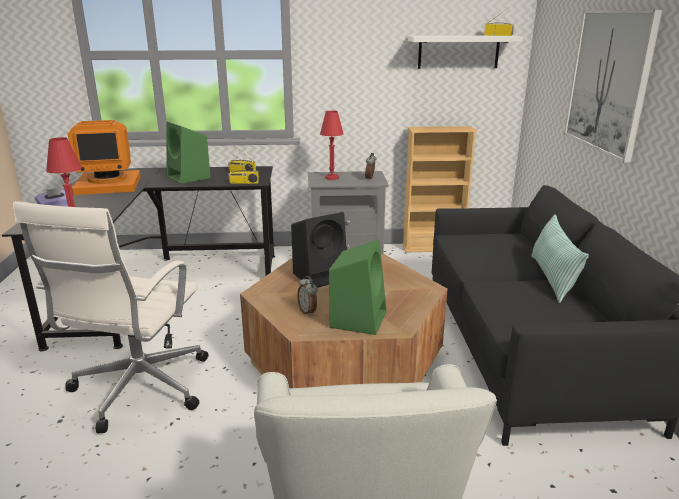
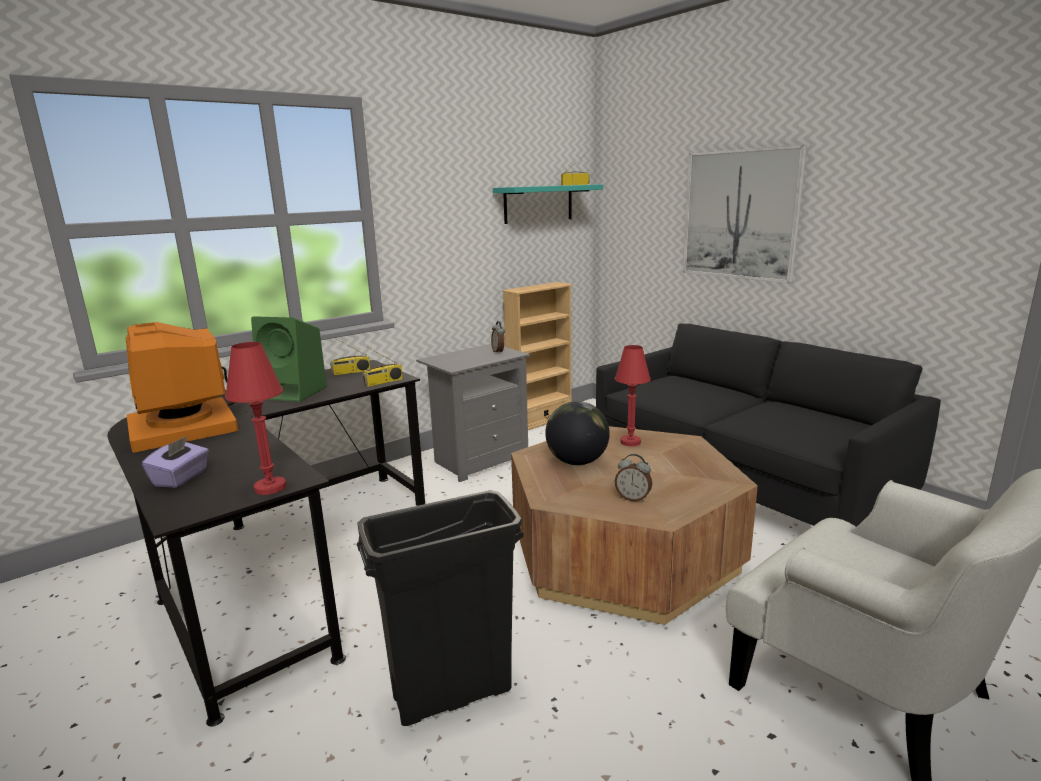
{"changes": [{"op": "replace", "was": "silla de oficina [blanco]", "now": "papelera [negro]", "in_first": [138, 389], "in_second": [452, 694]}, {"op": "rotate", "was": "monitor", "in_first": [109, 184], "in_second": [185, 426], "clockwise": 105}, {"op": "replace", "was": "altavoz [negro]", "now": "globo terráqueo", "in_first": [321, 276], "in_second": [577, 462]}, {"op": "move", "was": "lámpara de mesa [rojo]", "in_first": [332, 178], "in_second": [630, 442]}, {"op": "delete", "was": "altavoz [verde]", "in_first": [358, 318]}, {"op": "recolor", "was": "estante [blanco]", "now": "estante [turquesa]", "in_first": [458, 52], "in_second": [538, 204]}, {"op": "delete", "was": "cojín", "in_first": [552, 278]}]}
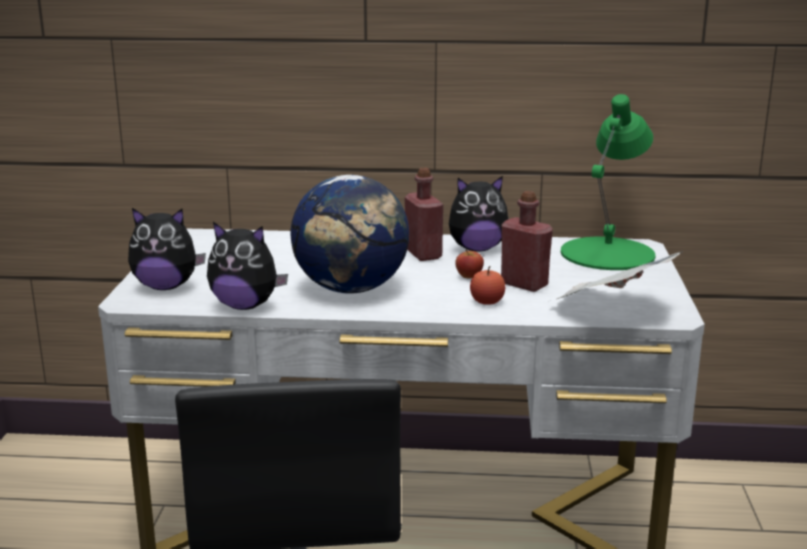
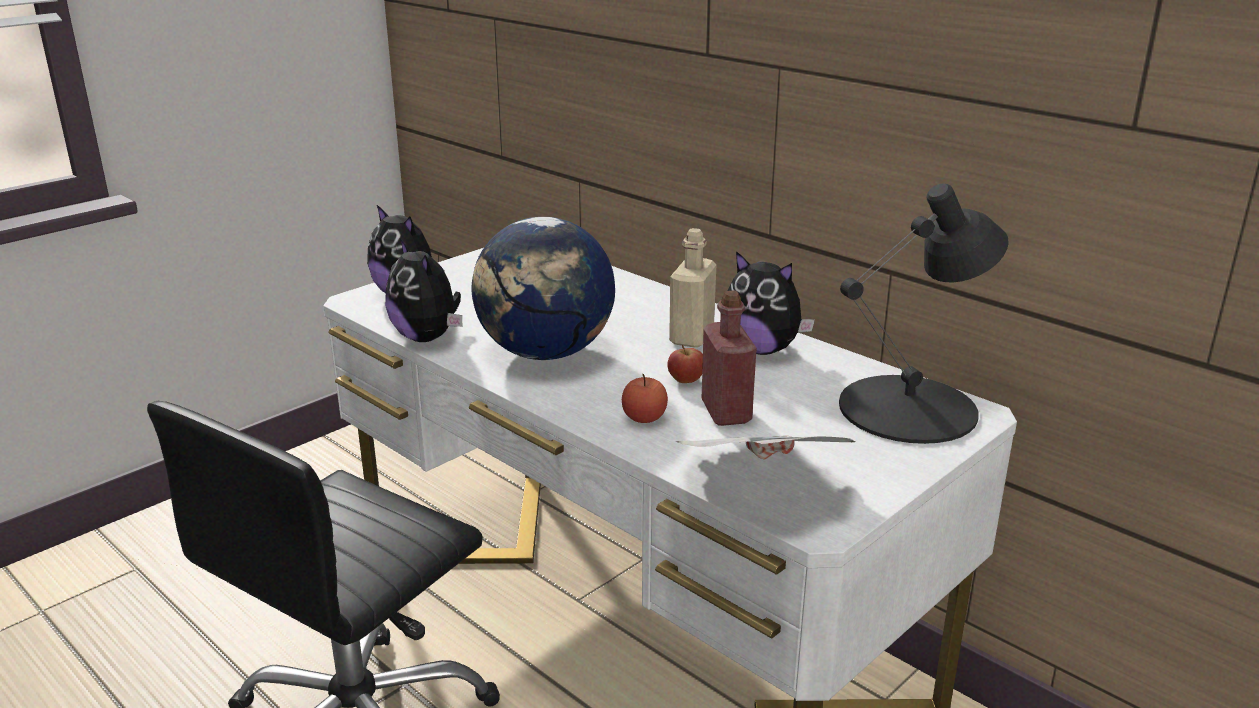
{"changes": [{"op": "recolor", "was": "botella [rojo]", "now": "botella [beis]", "in_first": [423, 254], "in_second": [691, 337]}, {"op": "recolor", "was": "lámpara de mesa [verde]", "now": "lámpara de mesa [negro]", "in_first": [608, 253], "in_second": [910, 409]}]}
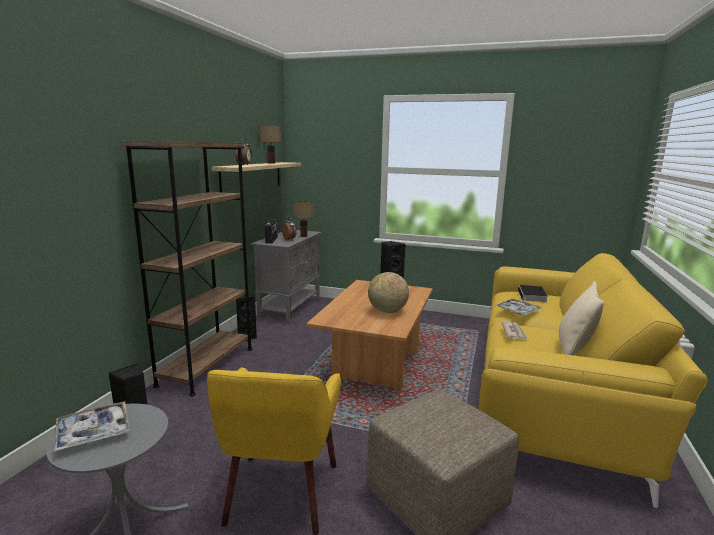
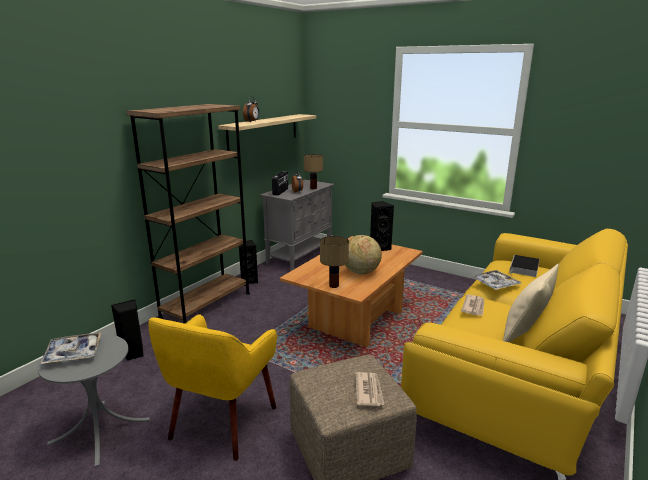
{"changes": [{"op": "move", "was": "lámpara de mesa", "in_first": [271, 163], "in_second": [334, 286]}, {"op": "insert", "now": "periódico", "in_second": [369, 390]}]}
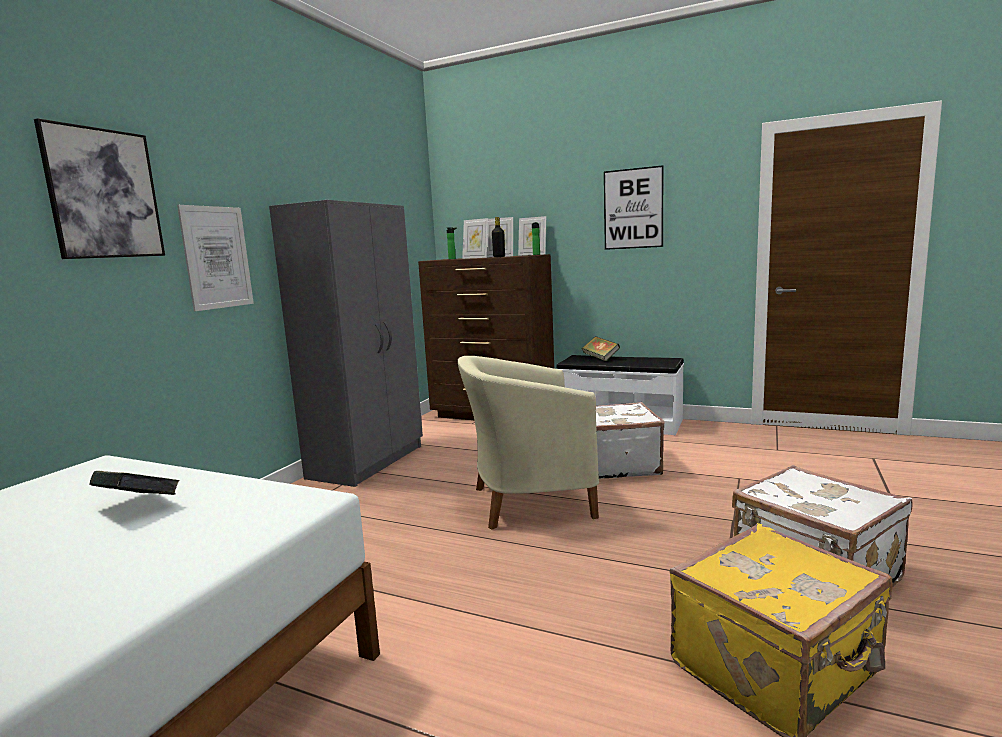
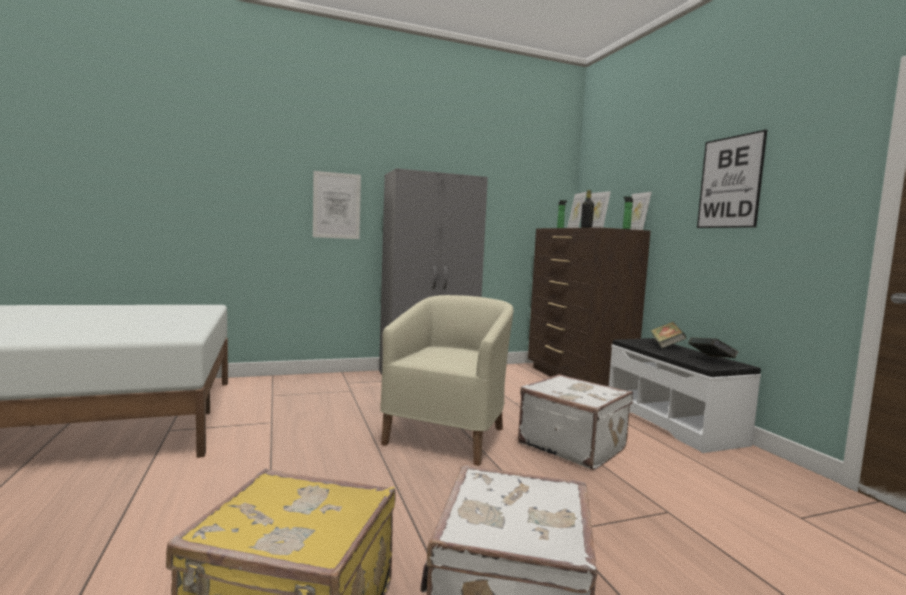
{"changes": [{"op": "delete", "was": "cuadro", "in_first": [103, 194]}, {"op": "move", "was": "libro", "in_first": [139, 506], "in_second": [711, 360]}, {"op": "rotate", "was": "sillón [beis]", "in_first": [528, 501], "in_second": [449, 435], "clockwise": 75}]}
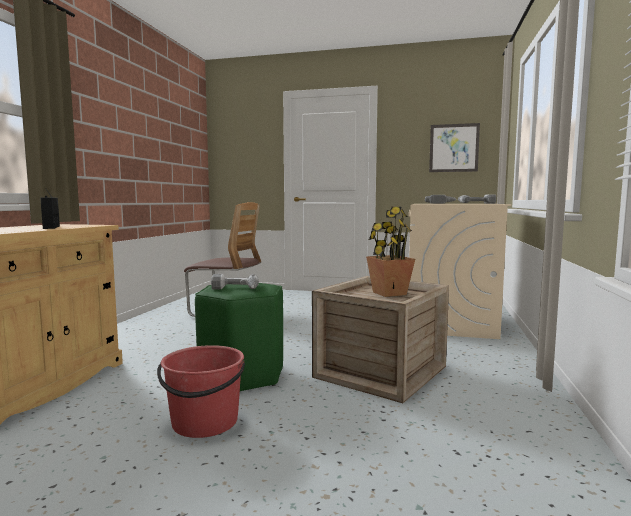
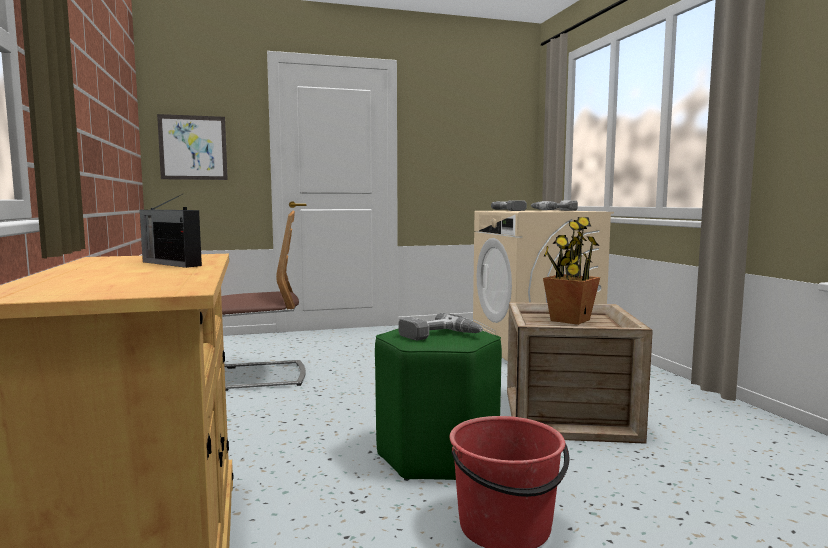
{"changes": [{"op": "move", "was": "cuadro", "in_first": [454, 148], "in_second": [193, 147]}]}
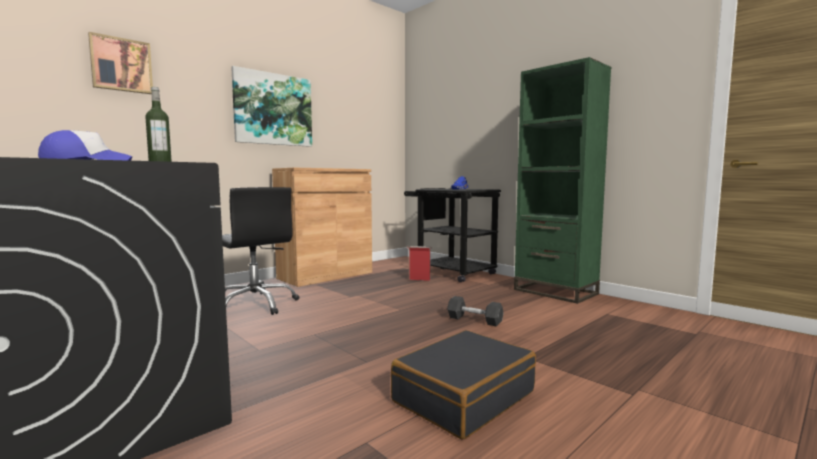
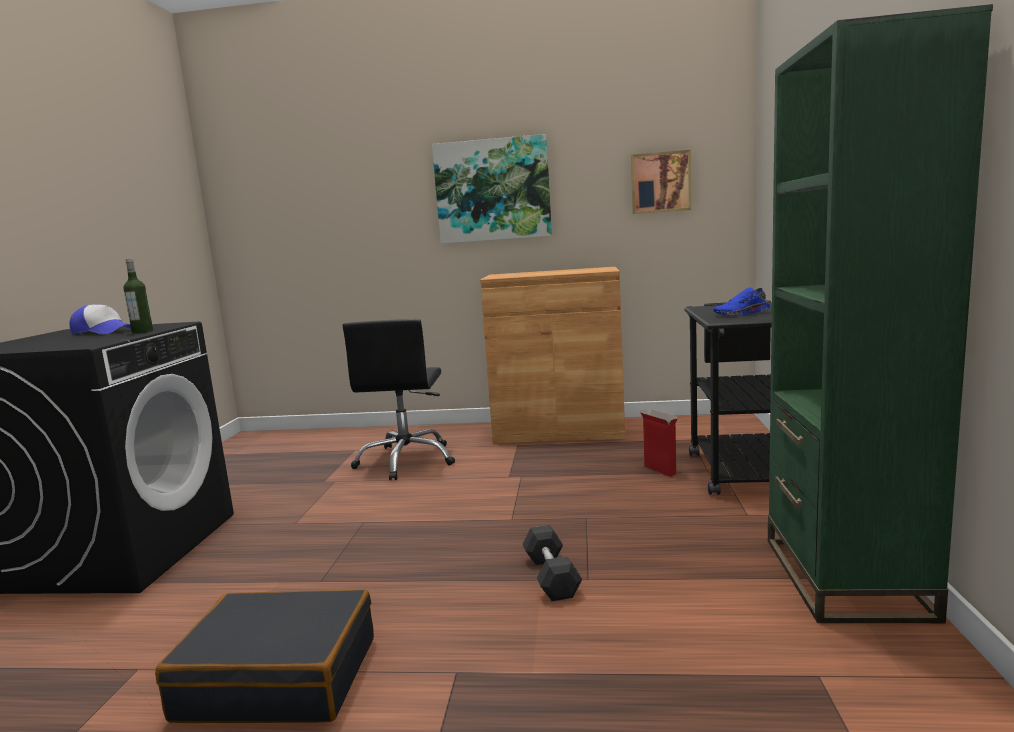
{"changes": [{"op": "move", "was": "cuadro", "in_first": [121, 65], "in_second": [660, 182]}]}
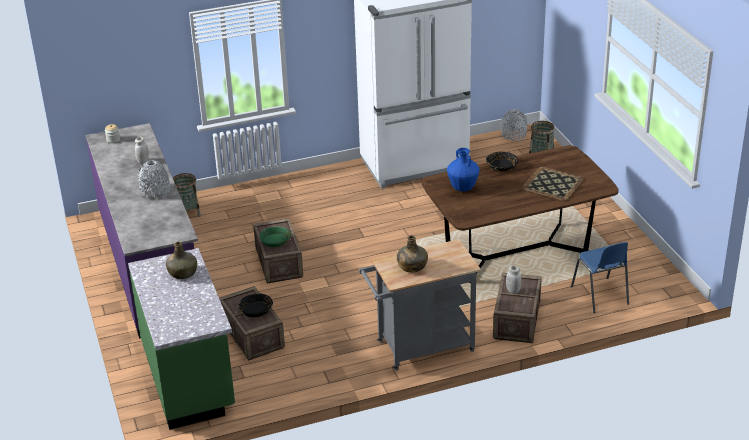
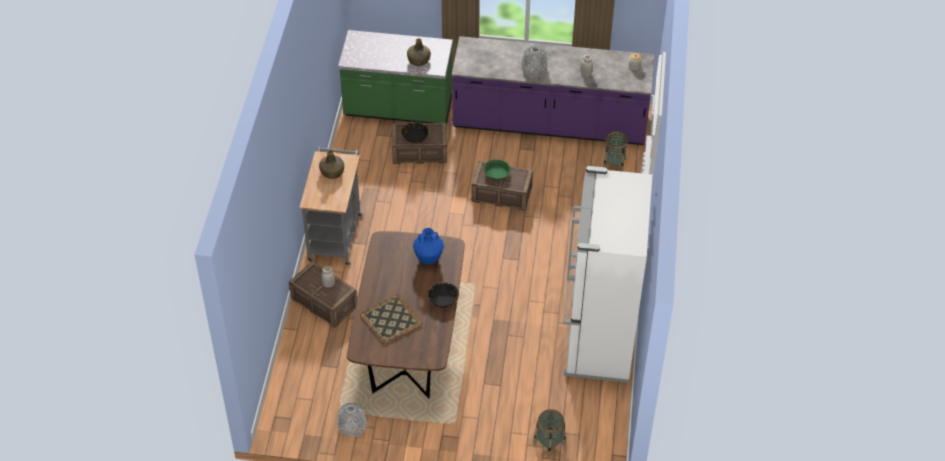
{"changes": [{"op": "move", "was": "florero [gris]", "in_first": [513, 135], "in_second": [352, 426]}, {"op": "delete", "was": "silla [azul]", "in_first": [600, 296]}]}
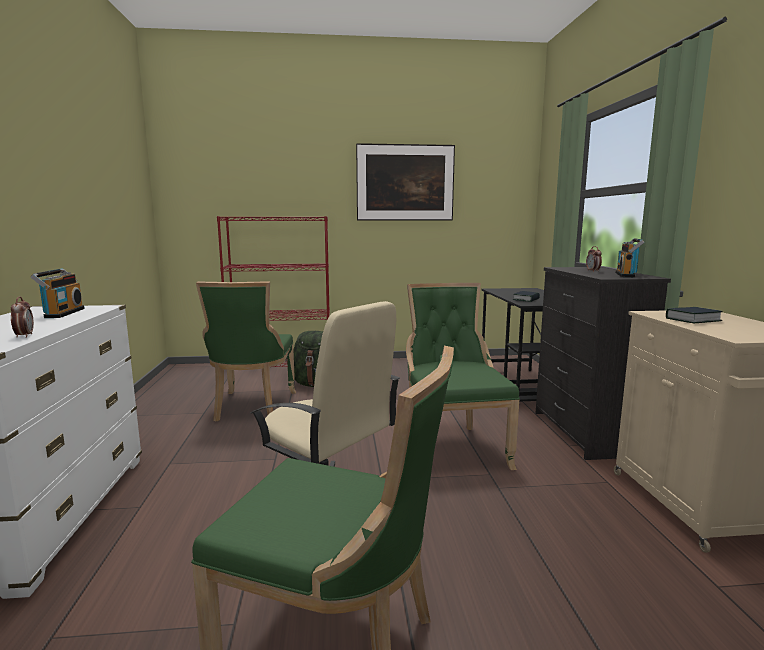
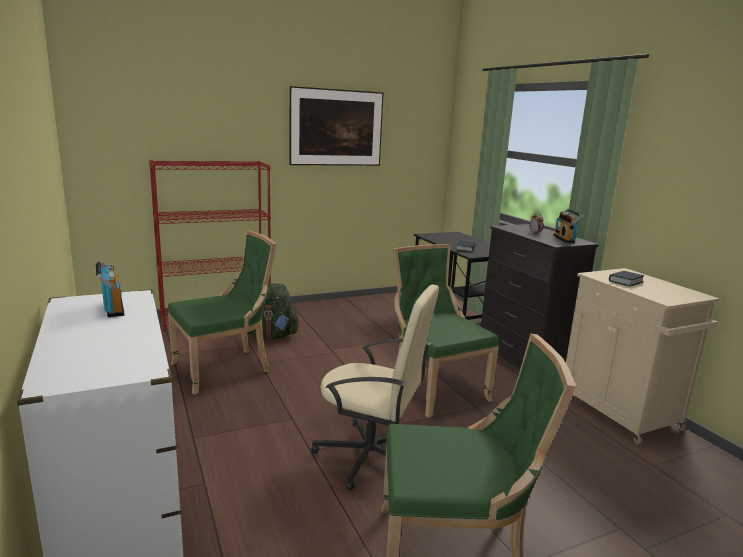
{"changes": [{"op": "delete", "was": "despertador", "in_first": [24, 336]}, {"op": "rotate", "was": "silla [verde]", "in_first": [252, 407], "in_second": [225, 368], "clockwise": -105}]}
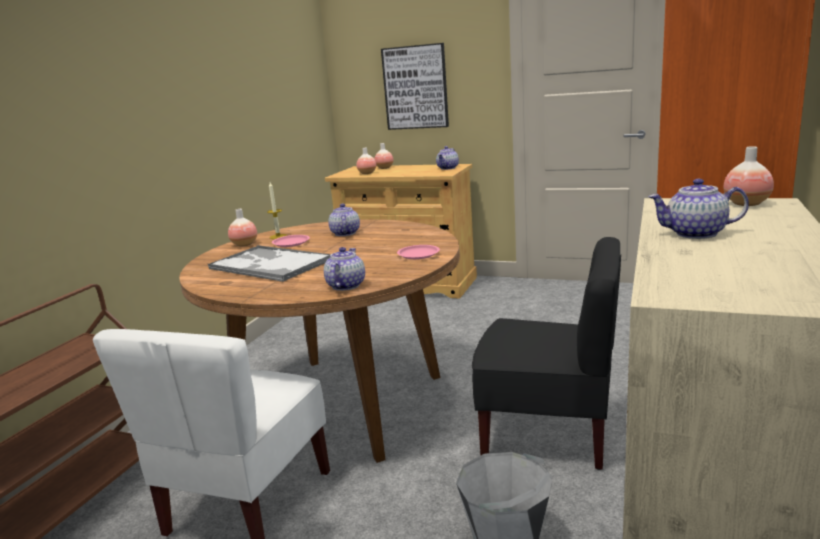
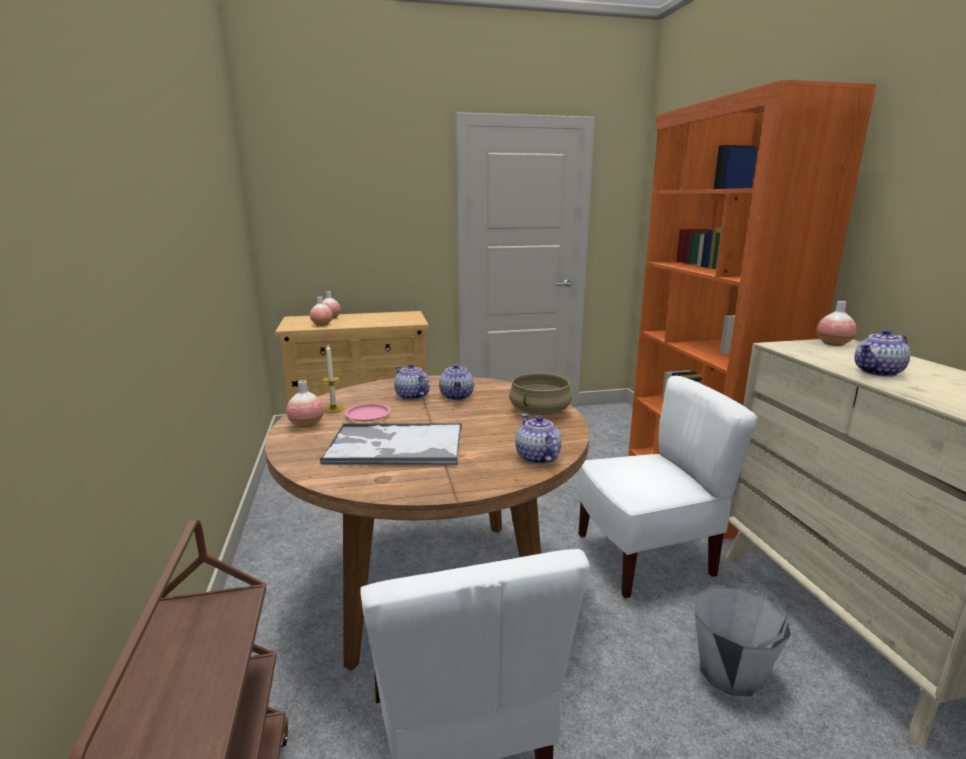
{"changes": [{"op": "delete", "was": "cuadro", "in_first": [415, 87]}, {"op": "replace", "was": "plato [rosa]", "now": "olla [beis]", "in_first": [418, 255], "in_second": [540, 411]}, {"op": "move", "was": "tetera", "in_first": [448, 168], "in_second": [457, 396]}, {"op": "recolor", "was": "silla [negro]", "now": "silla [blanco]", "in_first": [548, 433], "in_second": [646, 557]}]}
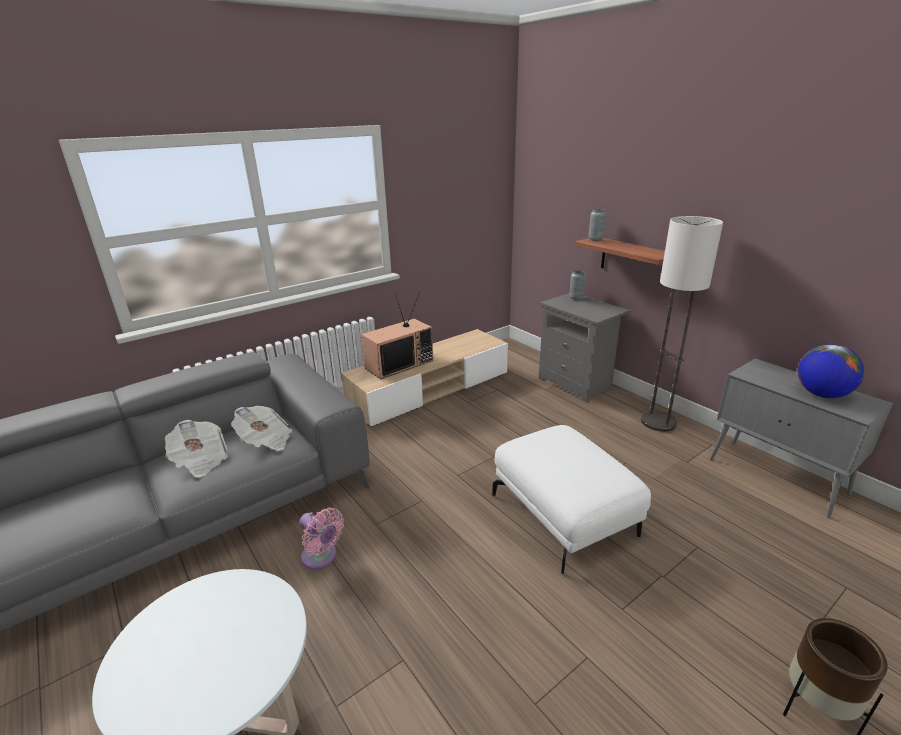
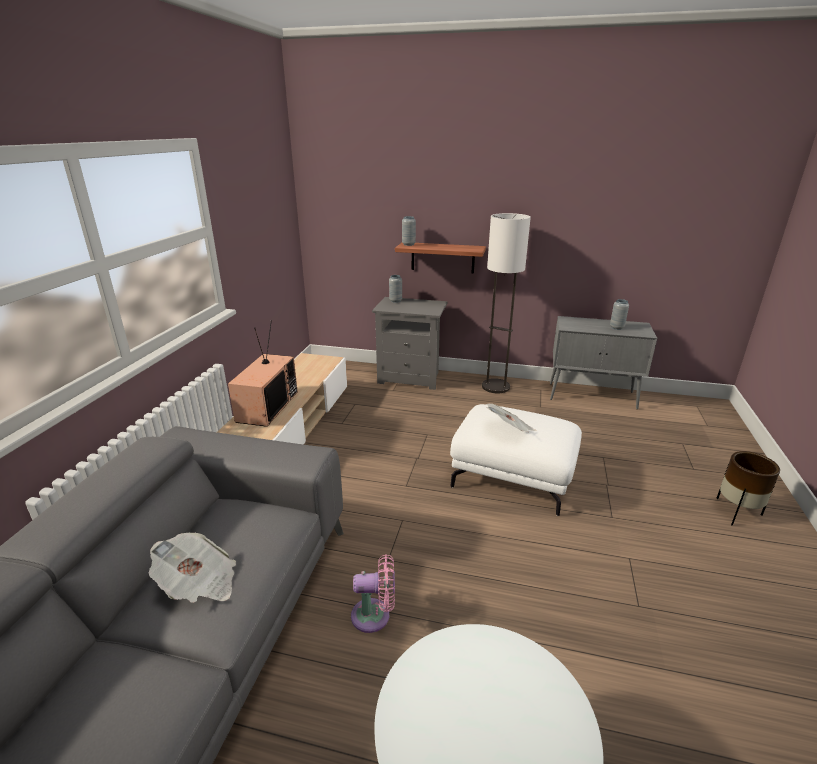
{"changes": [{"op": "move", "was": "periódico", "in_first": [265, 440], "in_second": [510, 430]}, {"op": "replace", "was": "globo terráqueo", "now": "florero [gris]", "in_first": [821, 394], "in_second": [616, 327]}]}
